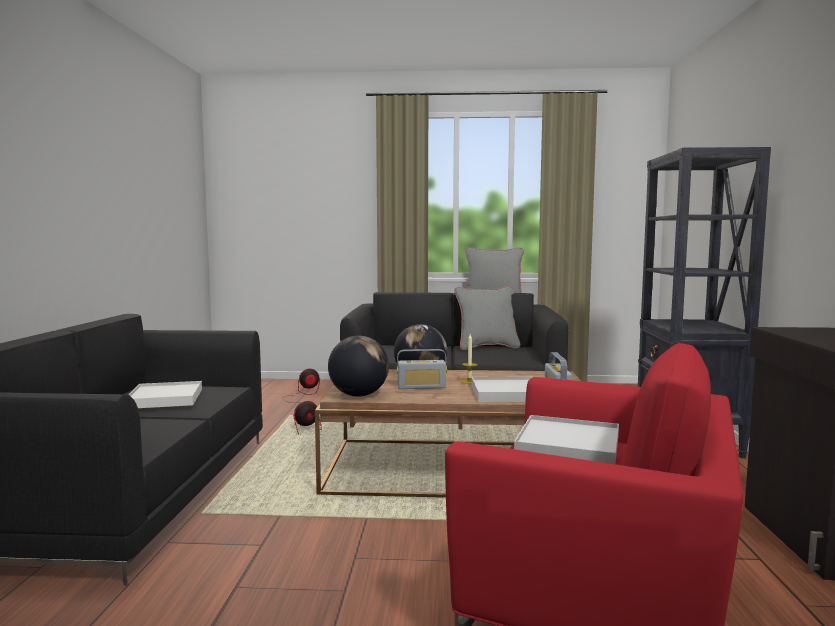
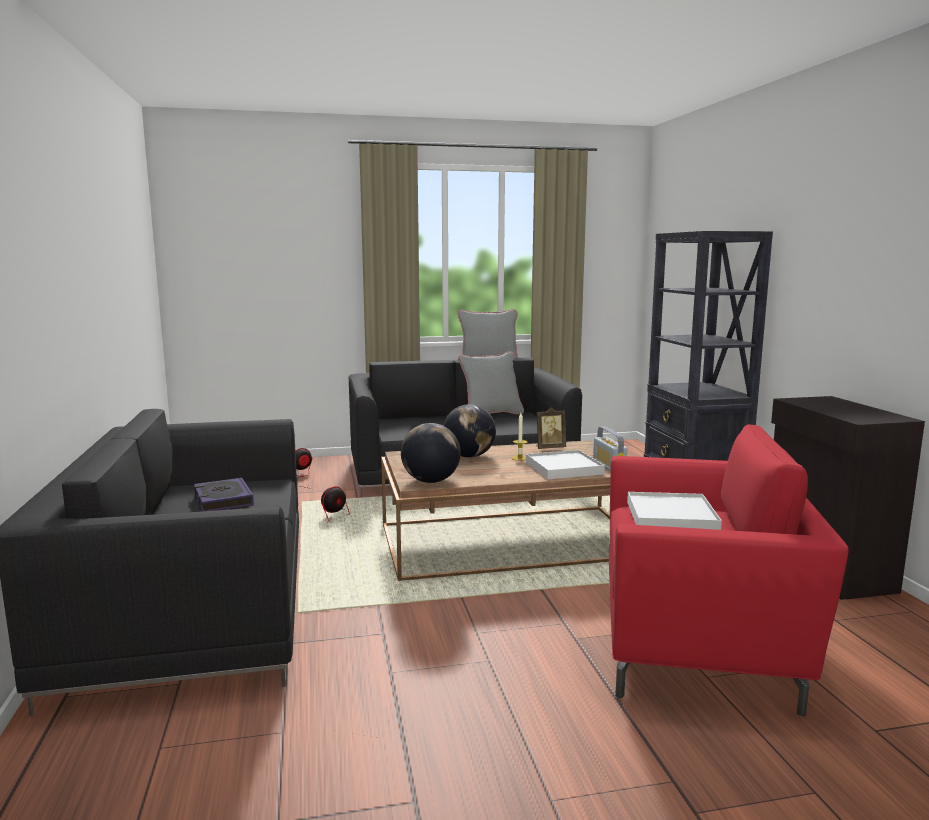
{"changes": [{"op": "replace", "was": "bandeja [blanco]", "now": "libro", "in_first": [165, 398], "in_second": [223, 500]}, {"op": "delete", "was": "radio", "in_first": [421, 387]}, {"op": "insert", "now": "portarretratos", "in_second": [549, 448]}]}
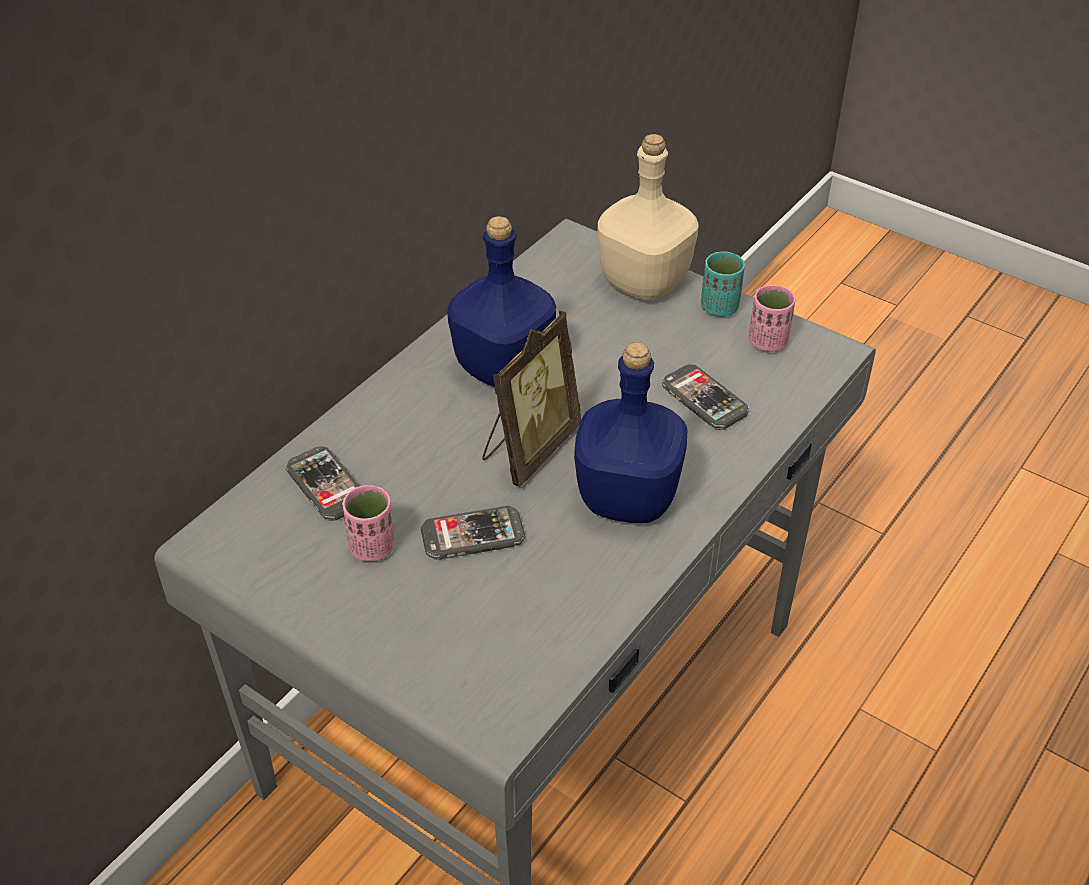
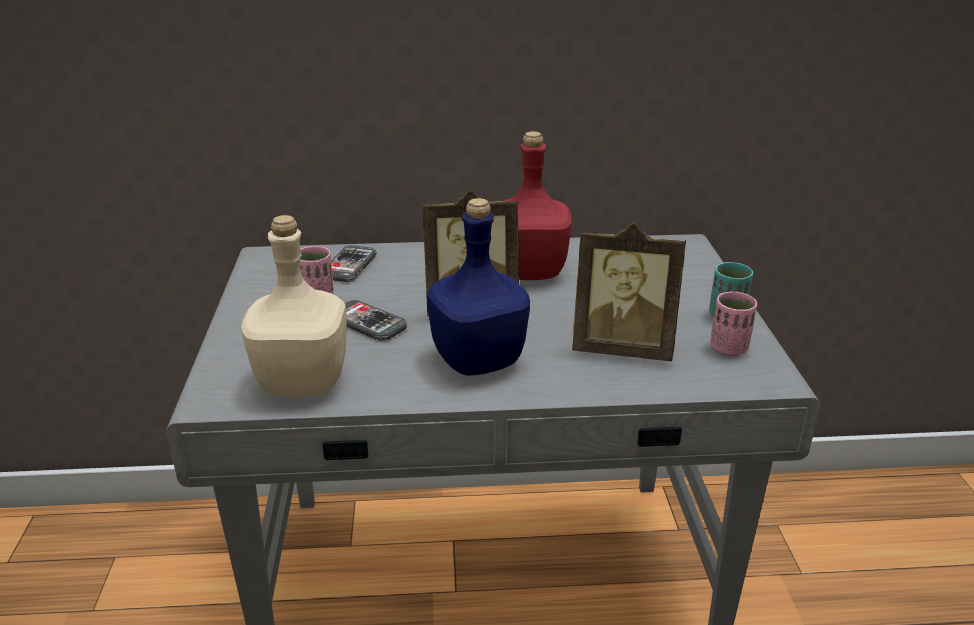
{"changes": [{"op": "recolor", "was": "botella [azul]", "now": "botella [rojo]", "in_first": [501, 367], "in_second": [529, 271]}, {"op": "move", "was": "botella [beis]", "in_first": [645, 283], "in_second": [303, 383]}, {"op": "replace", "was": "móvil", "now": "portarretratos", "in_first": [704, 399], "in_second": [623, 348]}]}
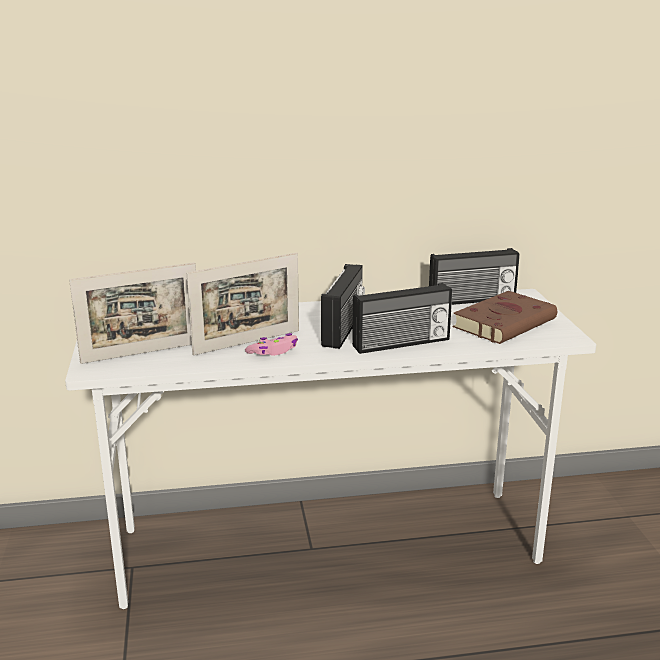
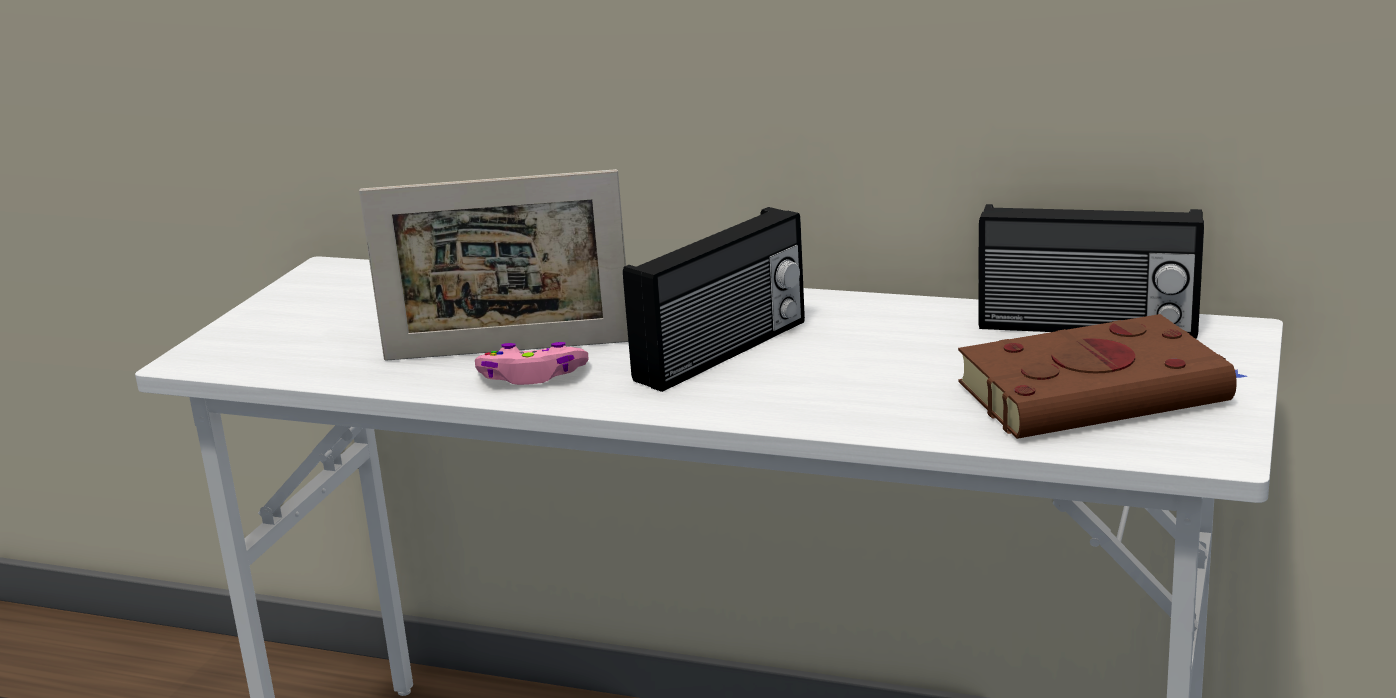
{"changes": [{"op": "delete", "was": "portarretratos", "in_first": [142, 353]}, {"op": "delete", "was": "radio", "in_first": [402, 343]}]}
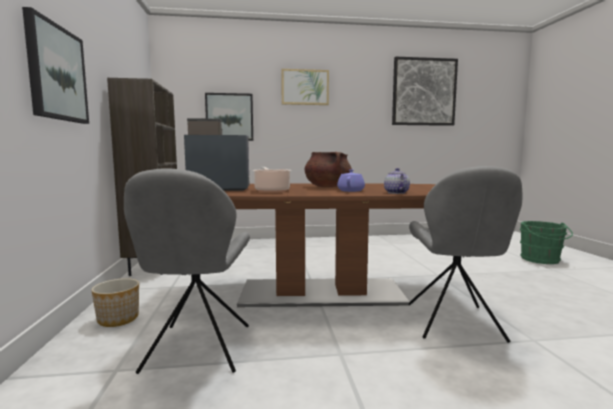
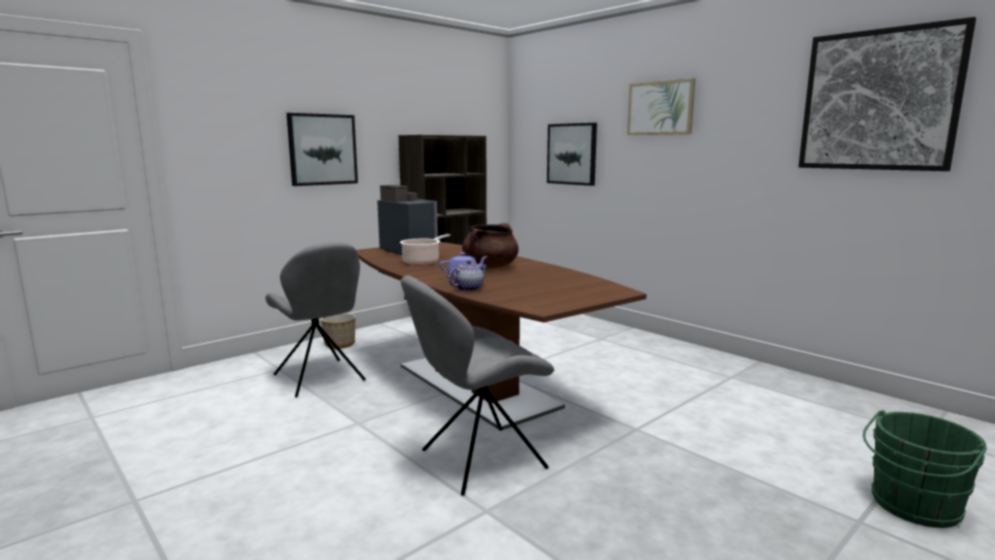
{"changes": [{"op": "rotate", "was": "silla [gris]", "in_first": [197, 350], "in_second": [320, 379], "clockwise": -90}]}
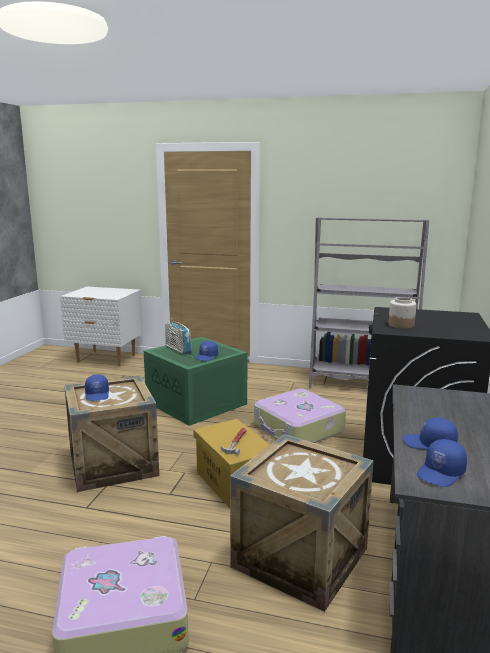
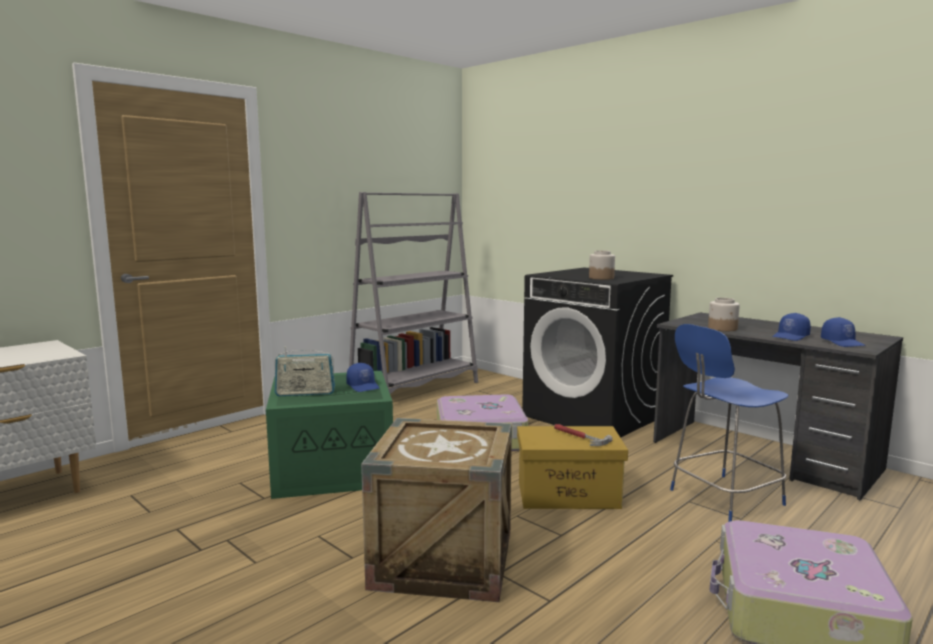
{"changes": [{"op": "delete", "was": "gorra [azul]", "in_first": [97, 395]}, {"op": "replace", "was": "caja de embalaje", "now": "silla [azul]", "in_first": [300, 557], "in_second": [723, 498]}, {"op": "insert", "now": "tarro", "in_second": [723, 328]}]}
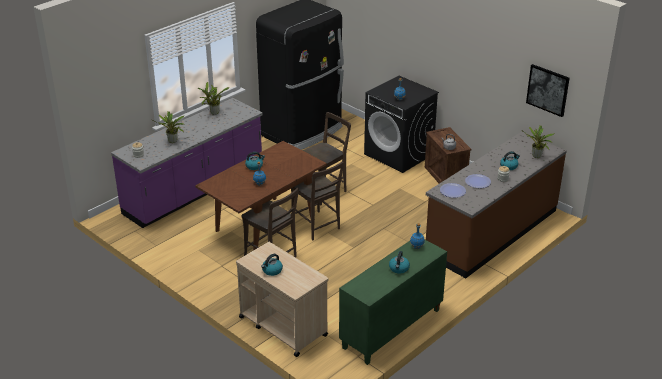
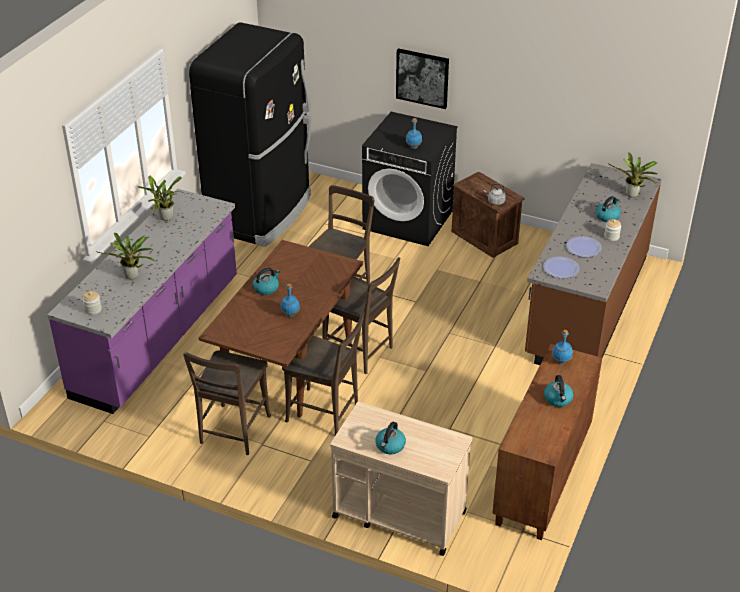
{"changes": [{"op": "recolor", "was": "armario [verde]", "now": "armario [marrón]", "in_first": [391, 329], "in_second": [543, 479]}, {"op": "move", "was": "cuadro", "in_first": [548, 90], "in_second": [422, 78]}, {"op": "insert", "now": "silla [marrón]", "in_second": [233, 432]}]}
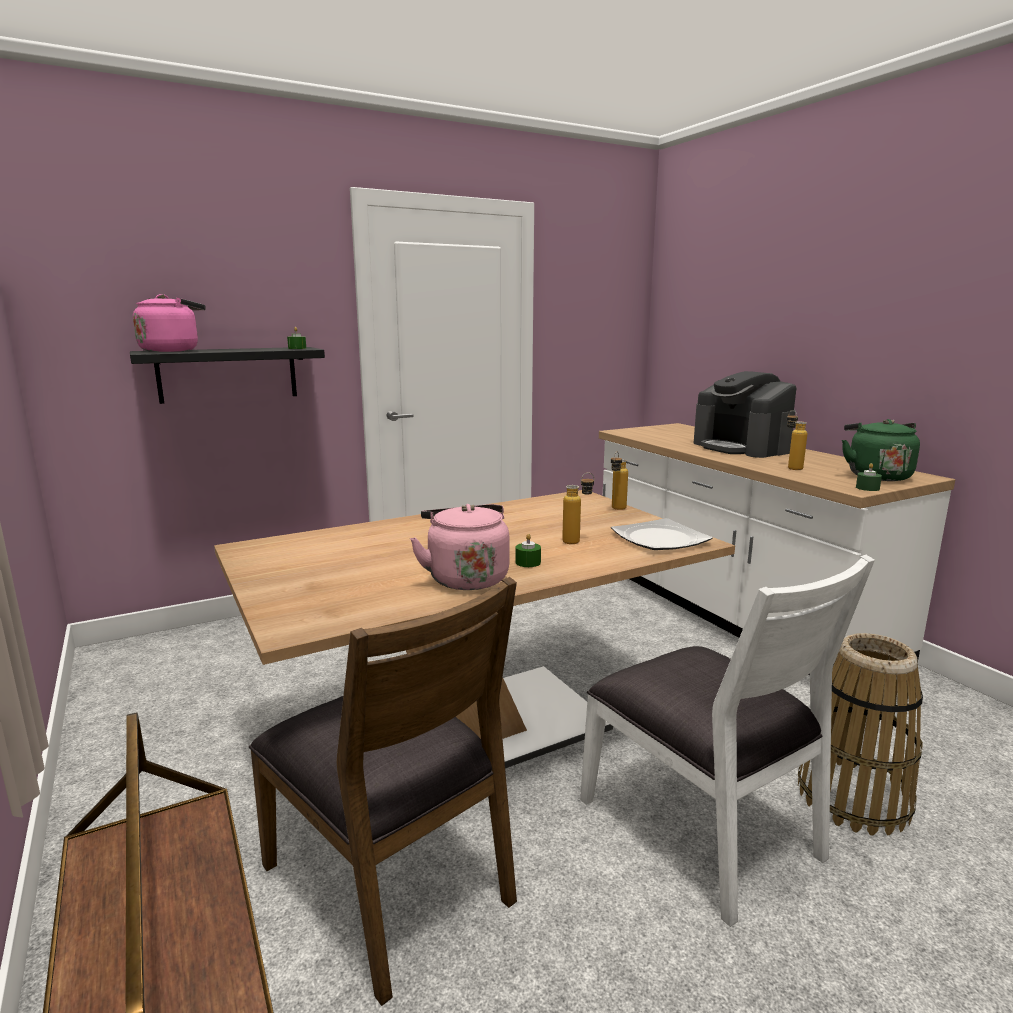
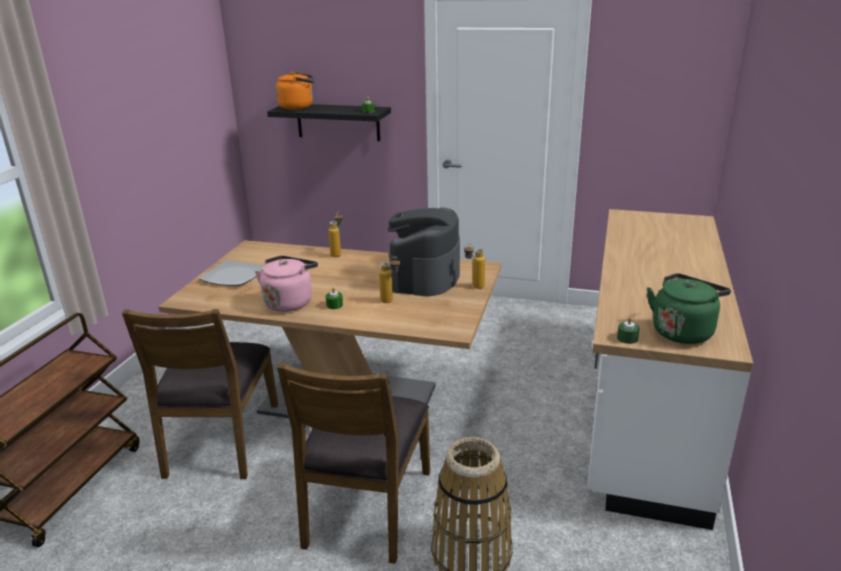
{"changes": [{"op": "recolor", "was": "hervidor [rosa]", "now": "hervidor [naranja]", "in_first": [172, 351], "in_second": [298, 107]}, {"op": "recolor", "was": "silla [blanco]", "now": "silla [marrón]", "in_first": [702, 826], "in_second": [366, 507]}, {"op": "move", "was": "plato", "in_first": [659, 538], "in_second": [233, 275]}, {"op": "move", "was": "cafetera", "in_first": [741, 447], "in_second": [424, 276]}, {"op": "move", "was": "botella", "in_first": [791, 467], "in_second": [338, 253]}]}
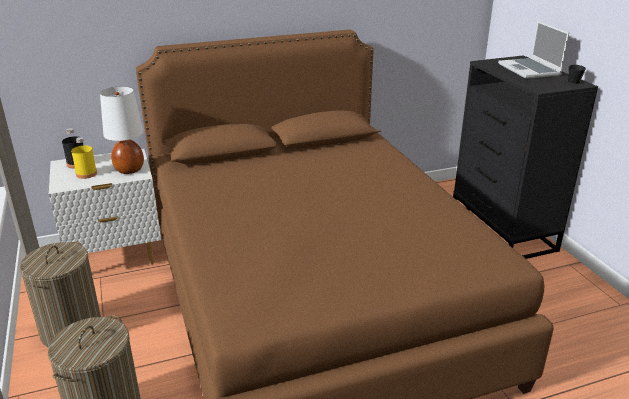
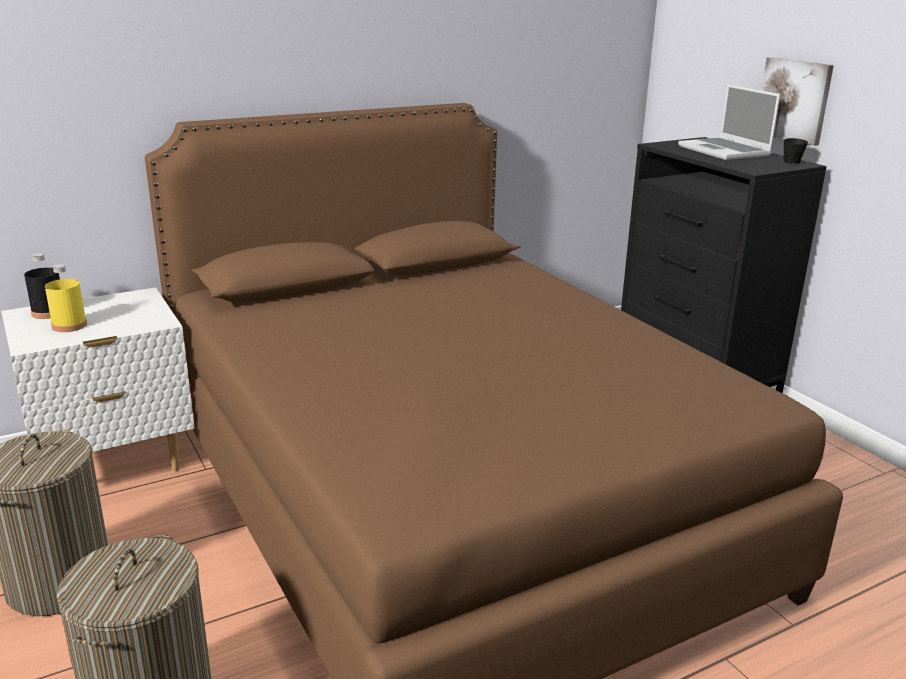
{"changes": [{"op": "delete", "was": "lámpara de mesa [blanco]", "in_first": [130, 170]}, {"op": "insert", "now": "cuadro", "in_second": [794, 100]}]}
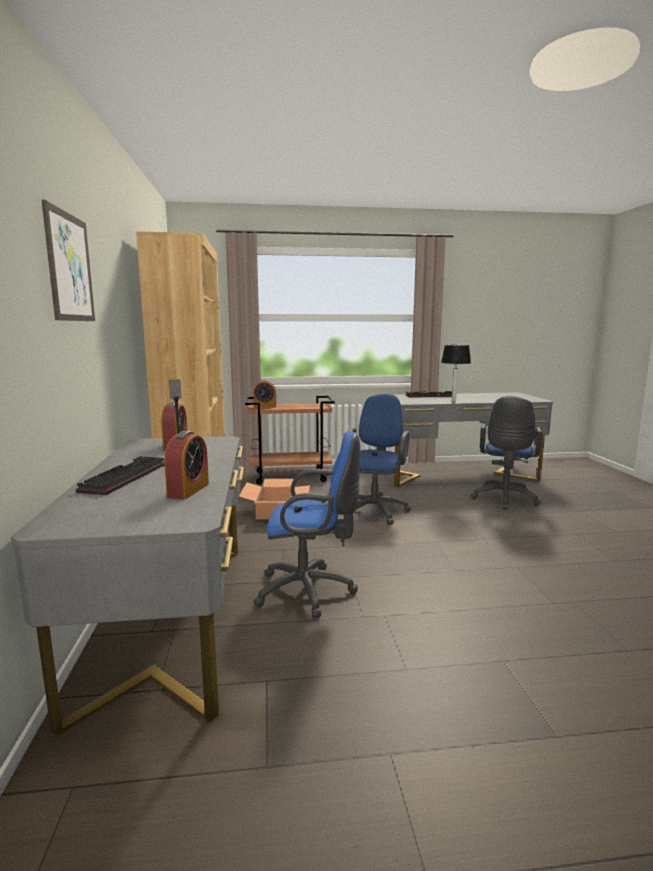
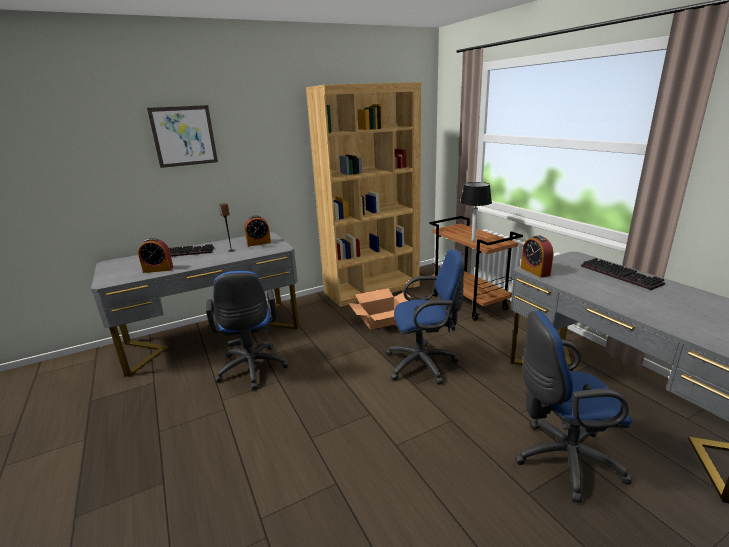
{"changes": [{"op": "move", "was": "despertador", "in_first": [265, 406], "in_second": [535, 271]}, {"op": "move", "was": "lámpara de mesa", "in_first": [453, 401], "in_second": [473, 240]}]}
